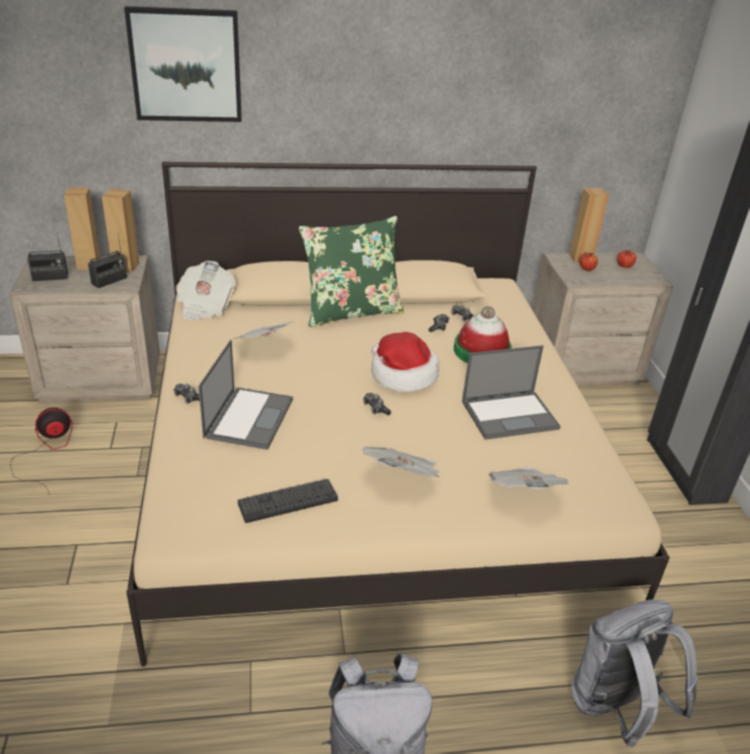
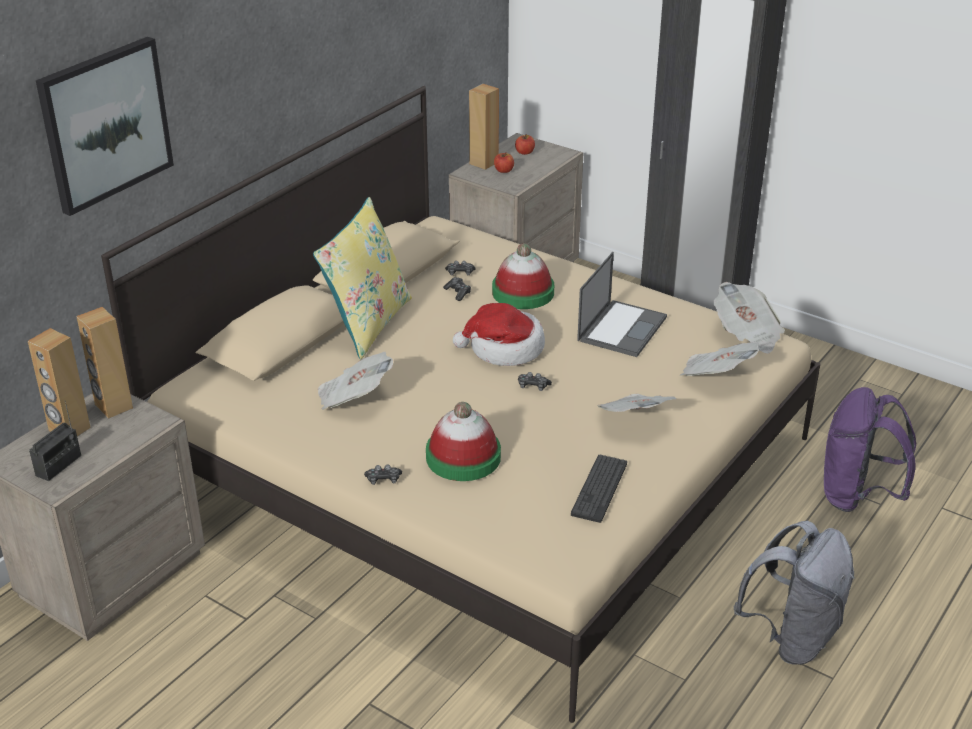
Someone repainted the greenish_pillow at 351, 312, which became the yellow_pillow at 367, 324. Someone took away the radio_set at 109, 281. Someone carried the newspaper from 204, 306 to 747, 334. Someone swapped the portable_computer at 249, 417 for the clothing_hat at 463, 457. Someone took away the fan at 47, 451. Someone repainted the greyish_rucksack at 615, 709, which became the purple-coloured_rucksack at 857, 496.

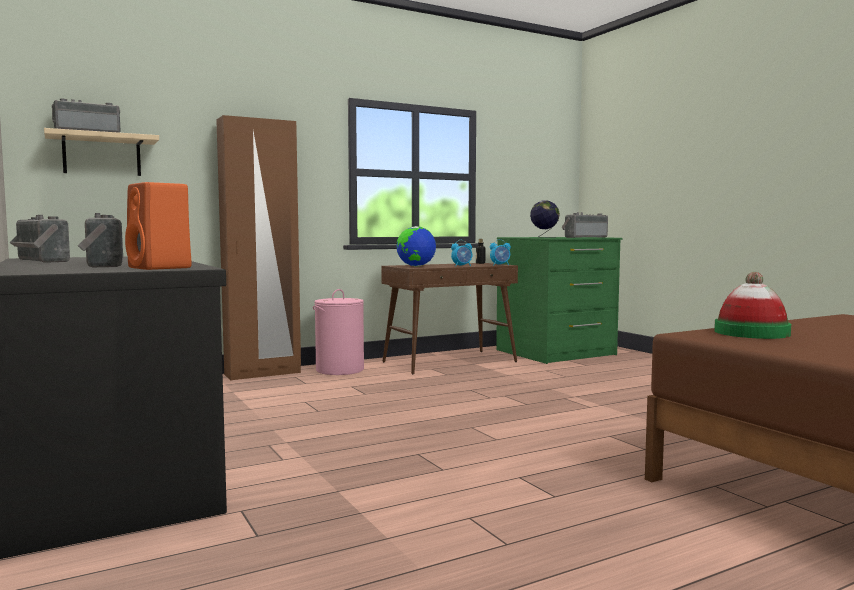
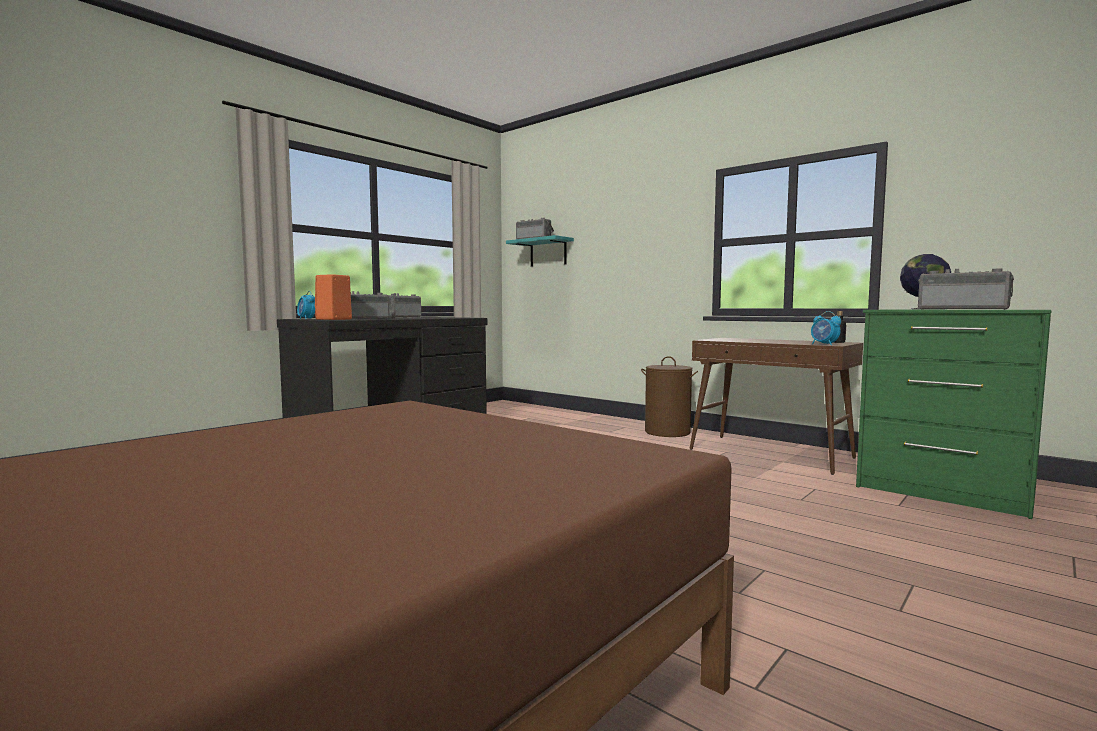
Someone took away the brownish_wardrobe at 263, 374. Someone repainted the beige-coloured_bracket_shelf at 102, 155, which became the blue-green_bracket_shelf at 548, 253. Someone took away the world_globe at 416, 266. Someone carried the table_clock from 462, 266 to 306, 319. Someone took away the clothing_hat at 751, 333. Someone repainted the pink_laundry_basket at 340, 370, which became the brownish_laundry_basket at 668, 432.

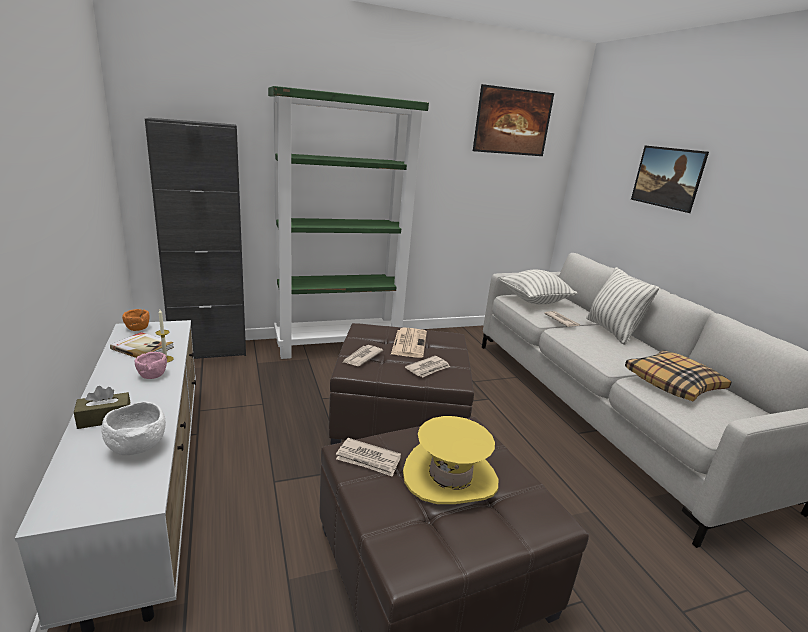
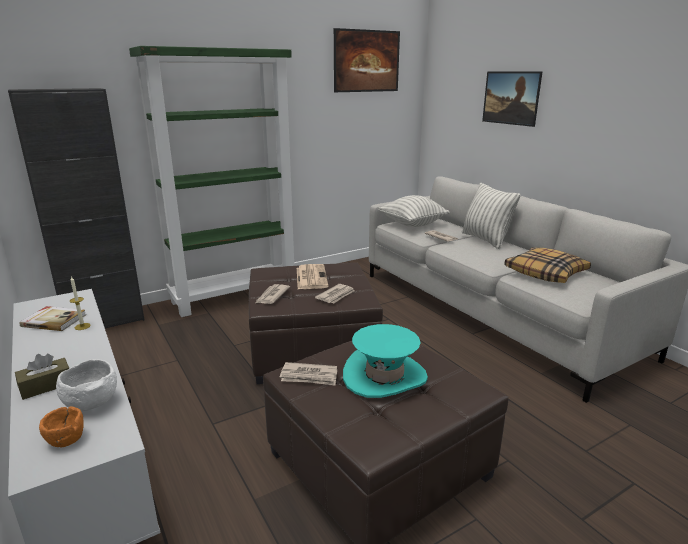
Someone carried the orange-coloured_bowl from 137, 328 to 66, 439. Someone took away the pink_bowl at 152, 375. Someone repainted the yellow_clothing_hat at 450, 477, which became the blue-green_clothing_hat at 384, 376.

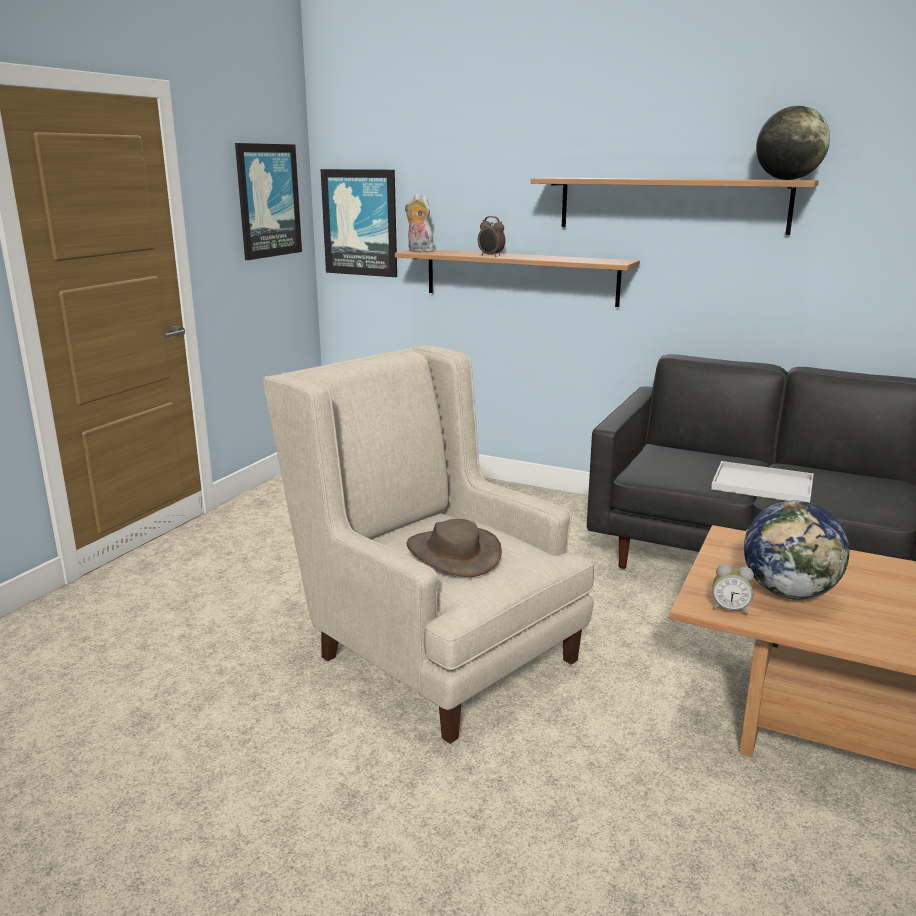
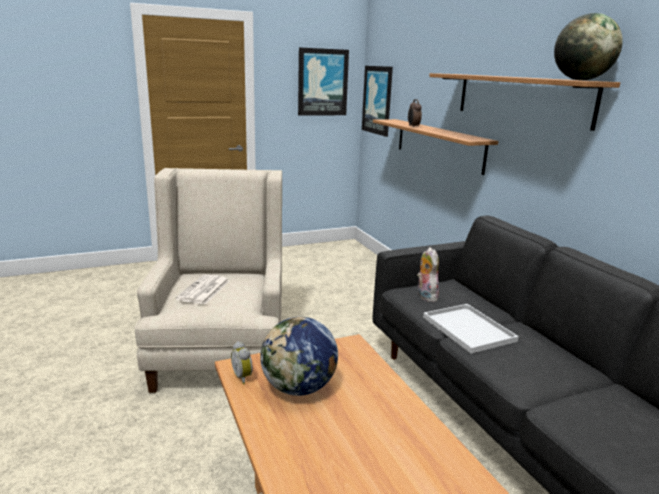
Someone carried the plush_toy from 418, 251 to 425, 296. Someone swapped the brownish_clothing_hat at 453, 553 for the newspaper at 204, 290.

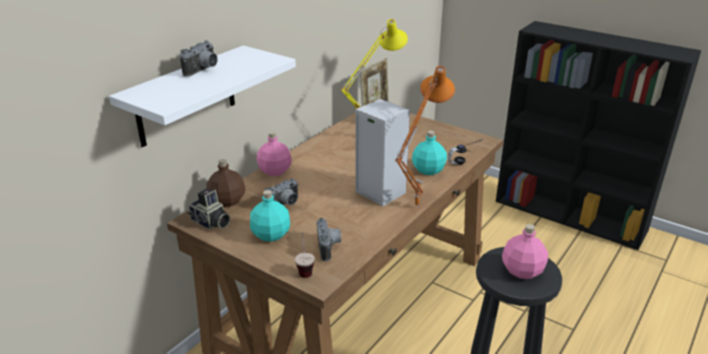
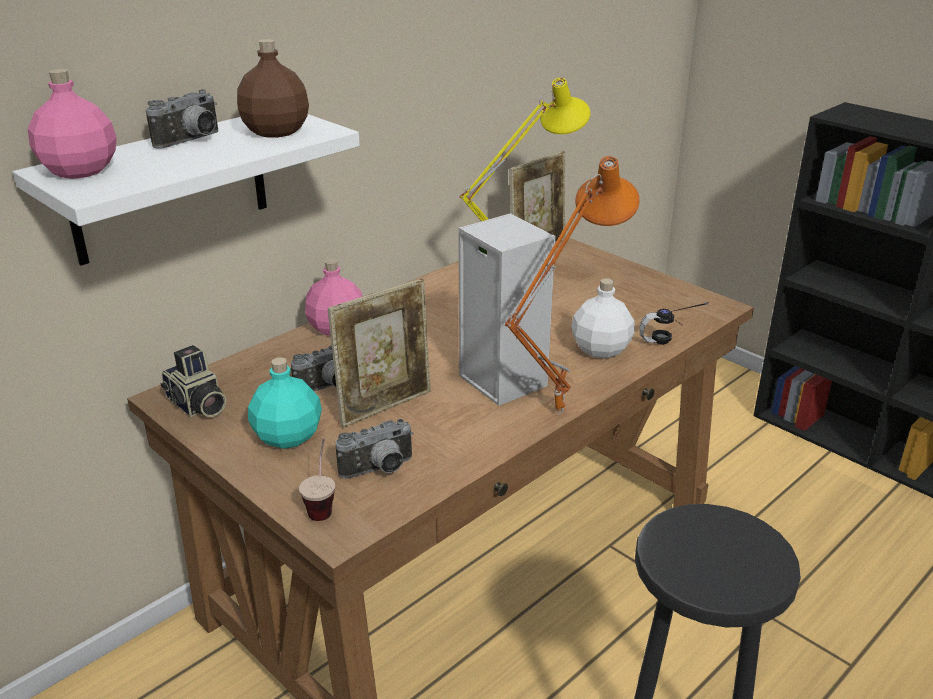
Someone repainted the blue-green_bottle at 428, 170, which became the white_bottle at 600, 349. Someone carried the brownish_bottle from 228, 201 to 277, 131. Someone rotated the still_camera at 329, 247 by 60 degrees clockwise. Someone carried the pink_bottle from 522, 270 to 81, 170. Someone put down the standing_frame at 385, 406.

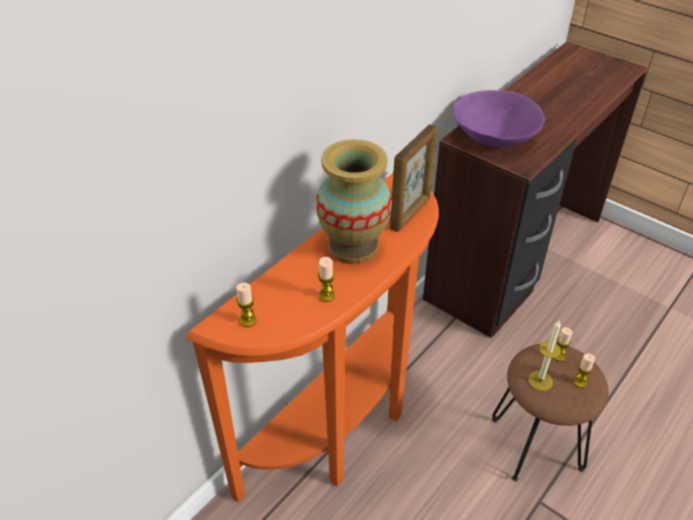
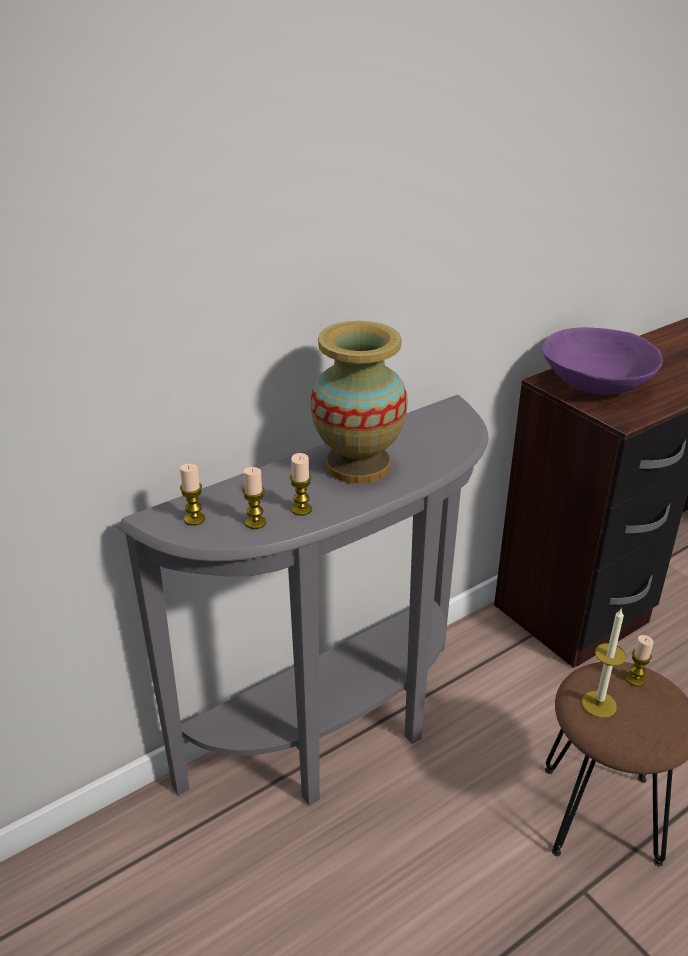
Someone took away the standing_frame at 411, 213. Someone repainted the orange-coloured_narrow_table at 343, 427, which became the greyish_narrow_table at 341, 736. Someone carried the wax_candle from 580, 382 to 255, 522.

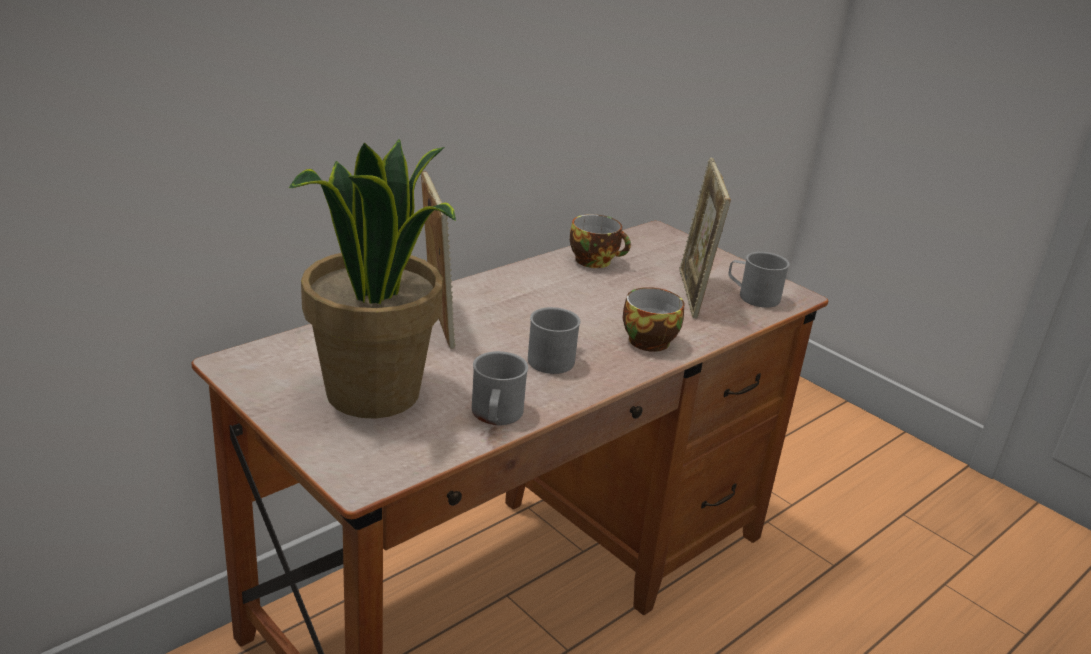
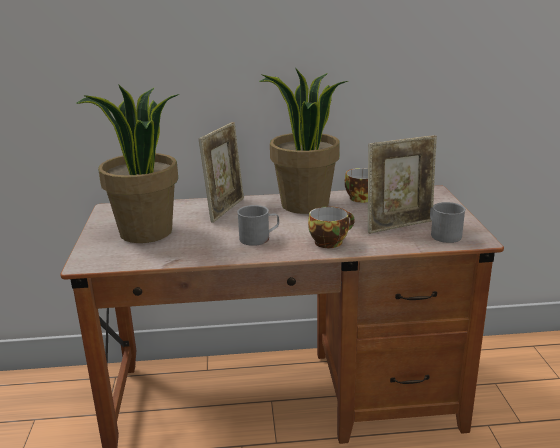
Someone rotated the standing_frame at 692, 294 by 150 degrees counterclockwise. Someone took away the greyish_mug at 496, 416. Someone put down the plant_in_a_pot at 304, 205.

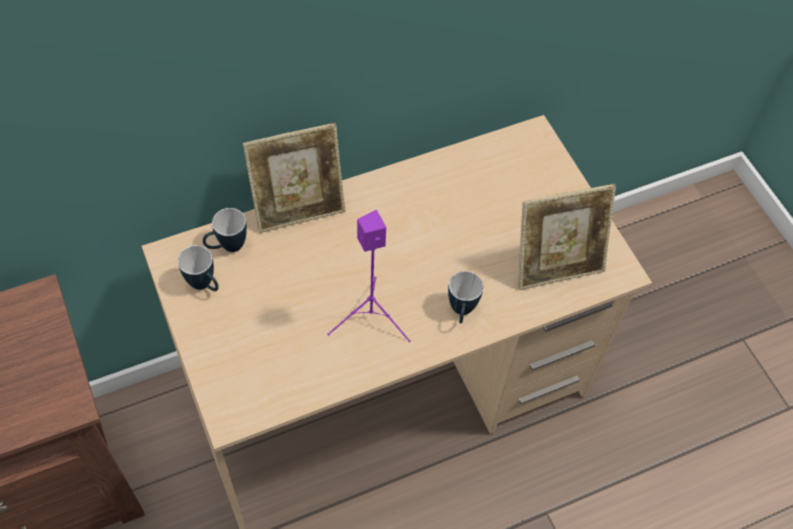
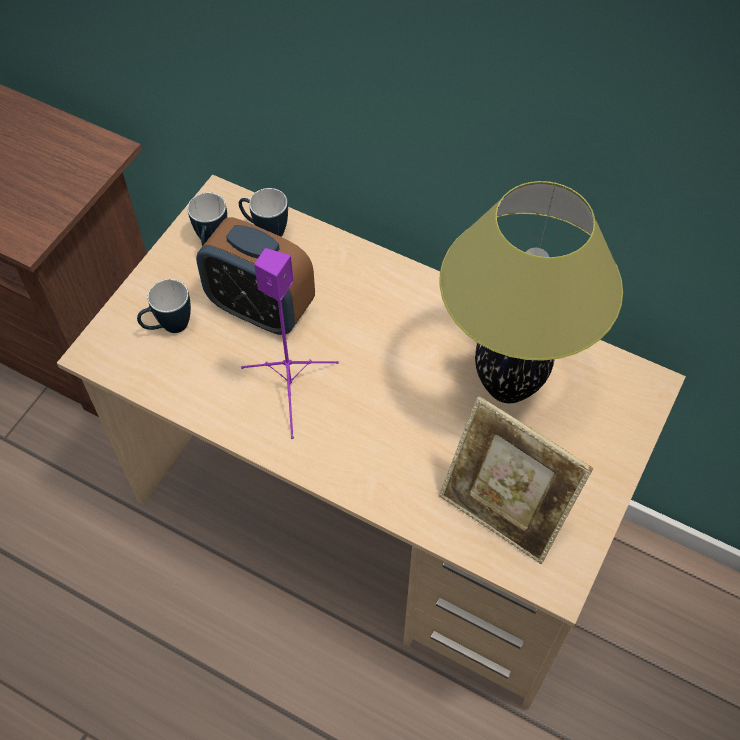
Someone took away the standing_frame at 298, 208. Someone carried the mug from 461, 312 to 169, 327. Someone put down the lamp_for_a_table at 509, 386. Someone put down the table_clock at 260, 309.

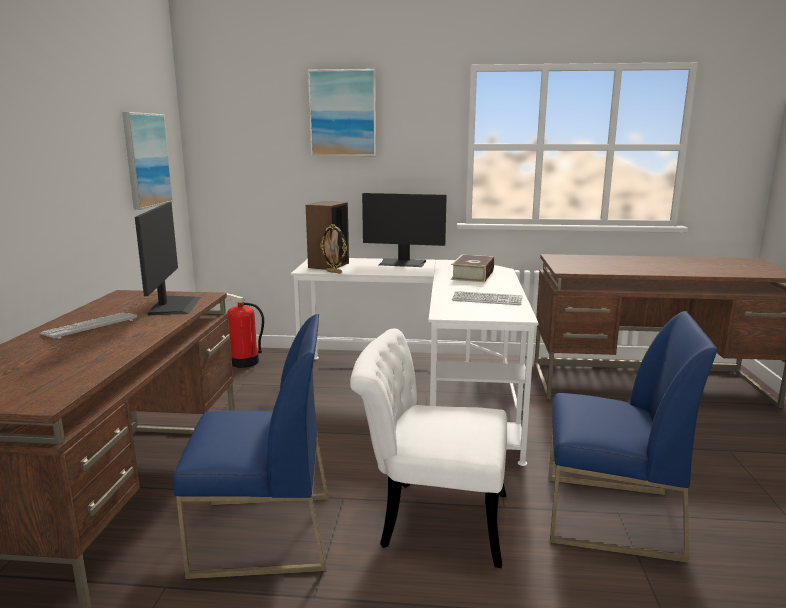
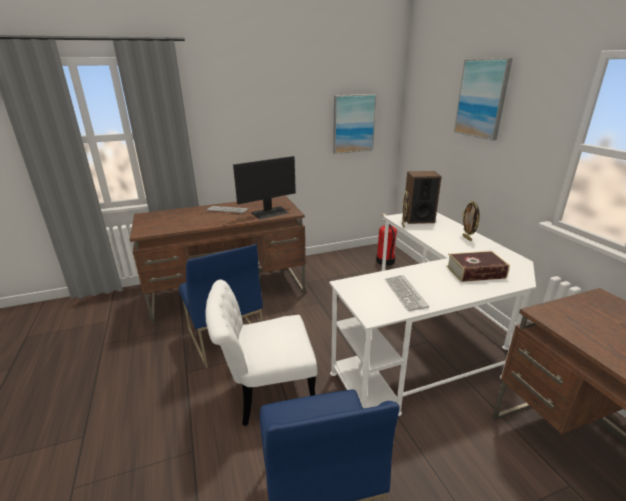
Someone swapped the monitor at 402, 263 for the standing_frame at 467, 238. Someone rotated the white_plain_chair at 430, 518 by 90 degrees counterclockwise.

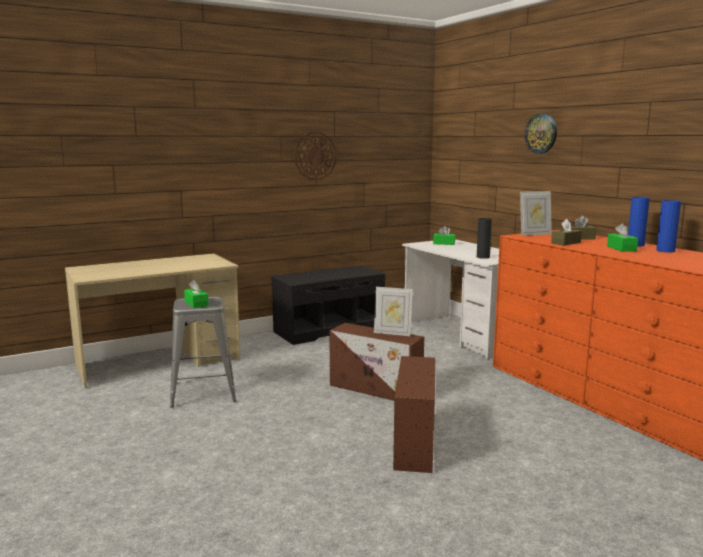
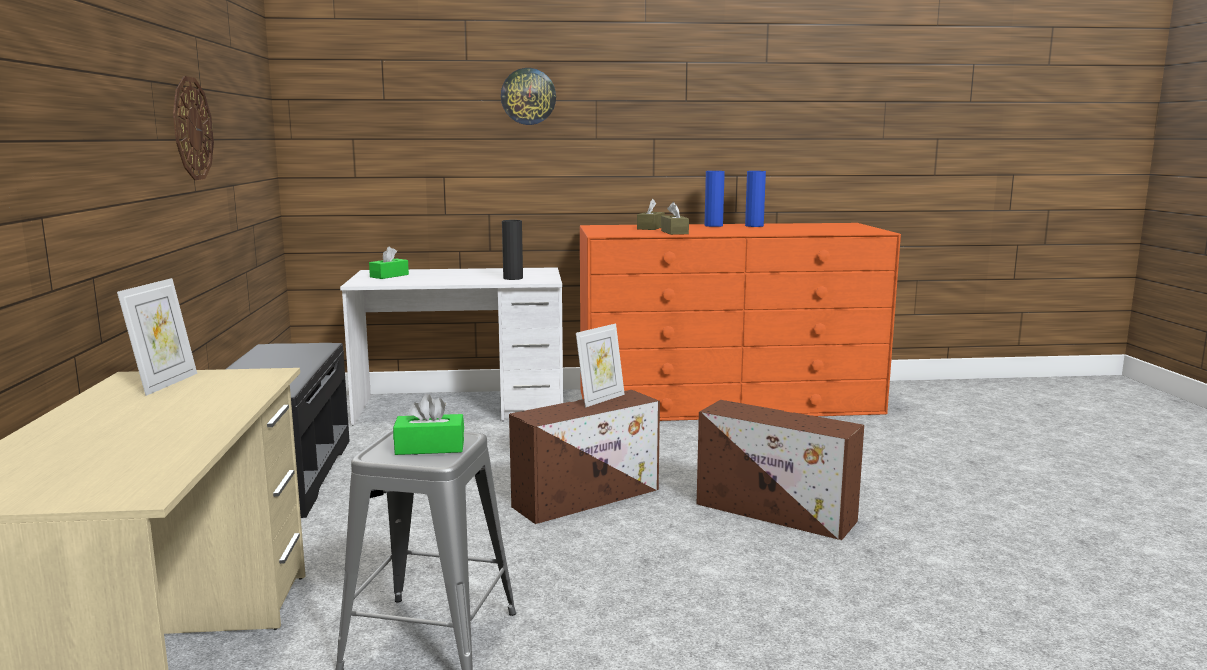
Someone carried the standing_frame from 534, 234 to 165, 383. Someone took away the greenish_tissue_box at 621, 248.

